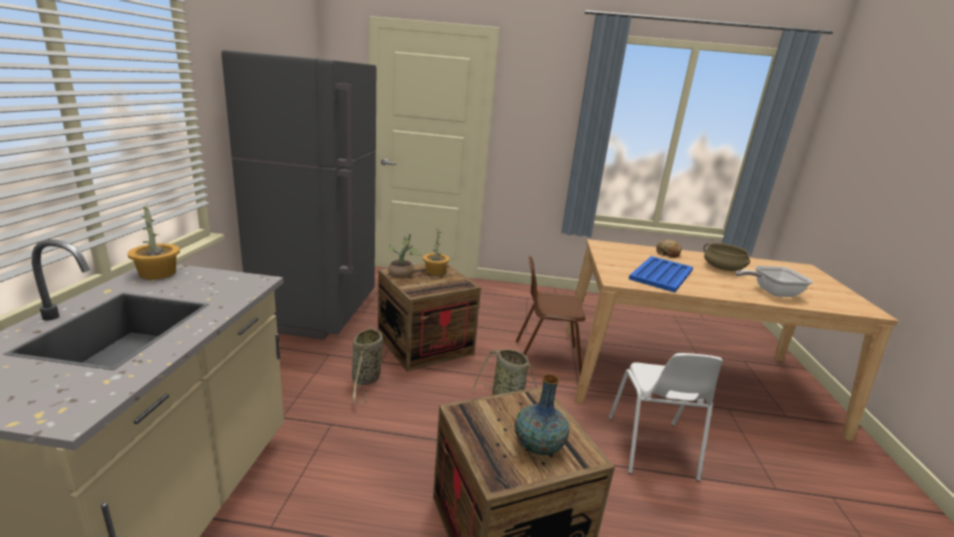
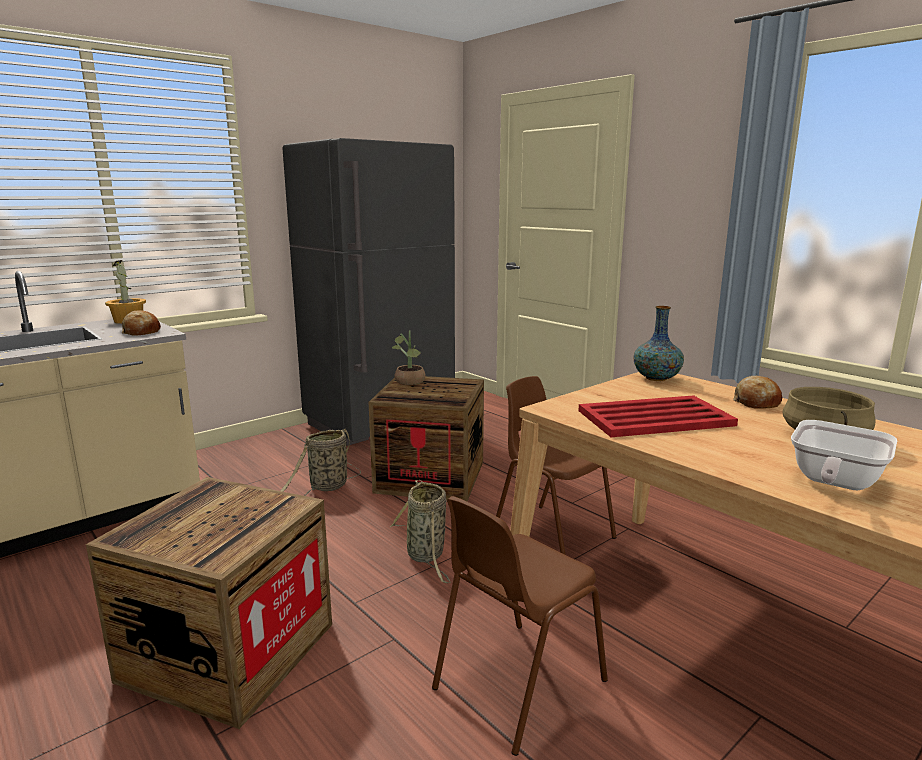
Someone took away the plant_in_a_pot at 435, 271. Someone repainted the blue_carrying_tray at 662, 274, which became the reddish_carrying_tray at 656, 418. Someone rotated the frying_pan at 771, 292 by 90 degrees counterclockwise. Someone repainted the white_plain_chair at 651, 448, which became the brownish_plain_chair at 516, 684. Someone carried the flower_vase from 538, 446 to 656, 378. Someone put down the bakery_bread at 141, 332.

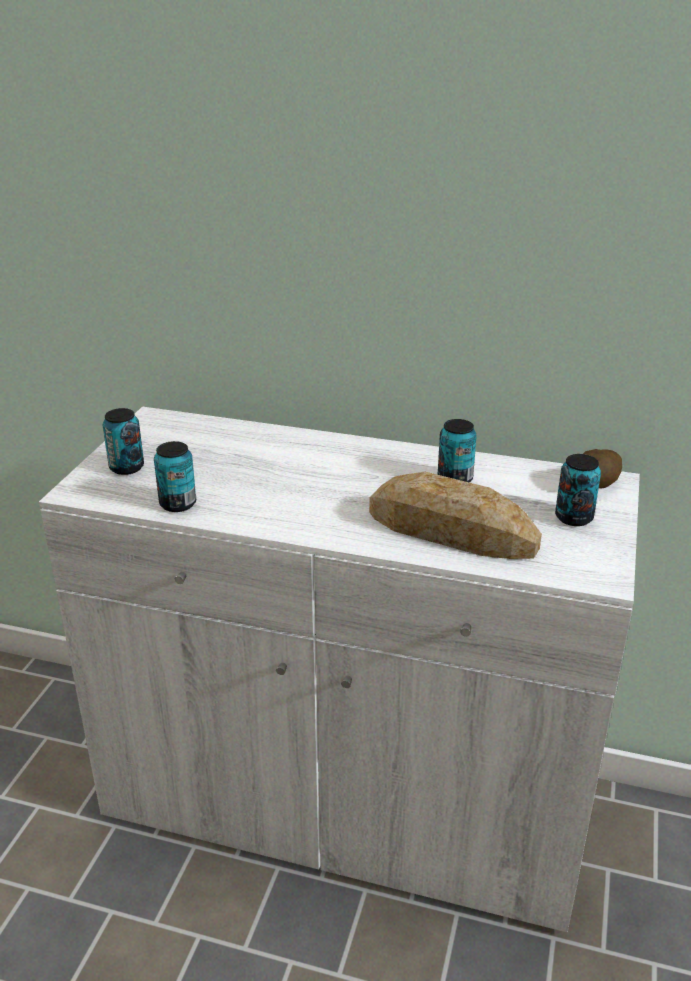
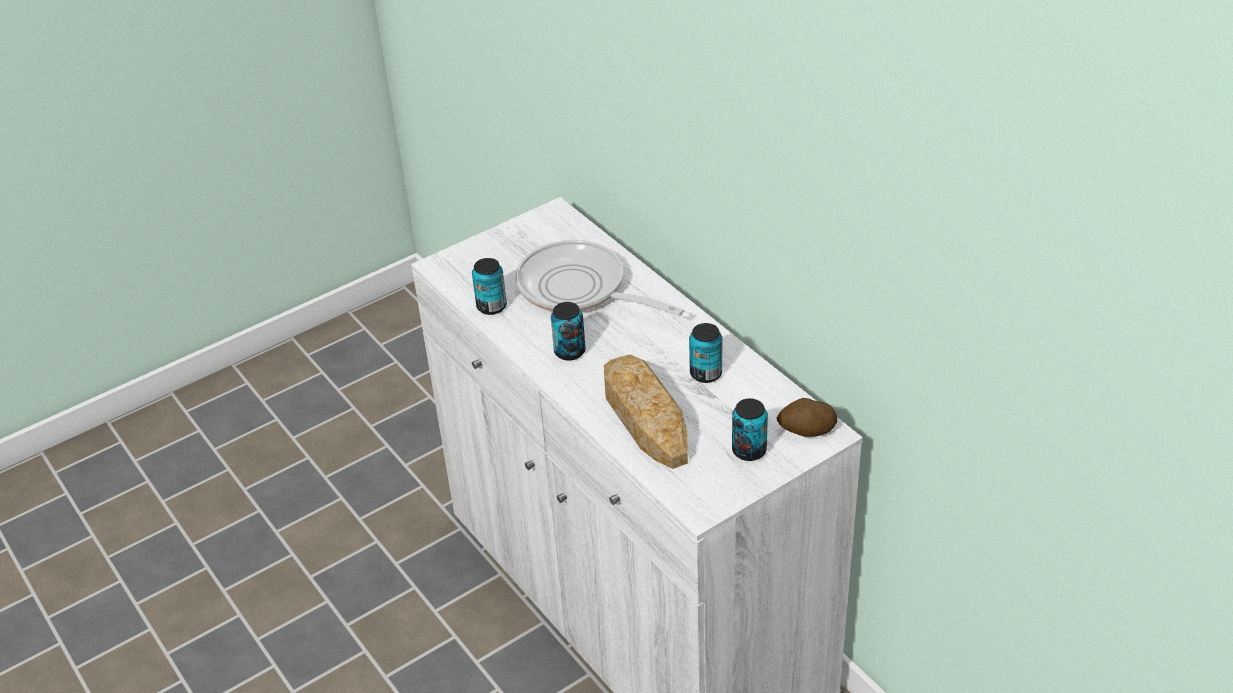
Someone carried the can from 126, 467 to 569, 351. Someone put down the frying_pan at 579, 289.

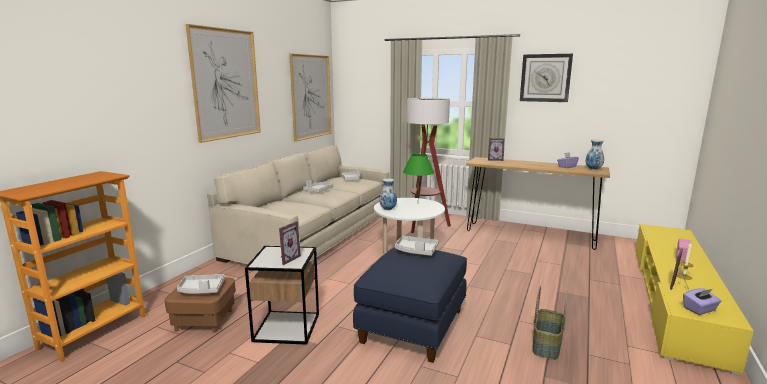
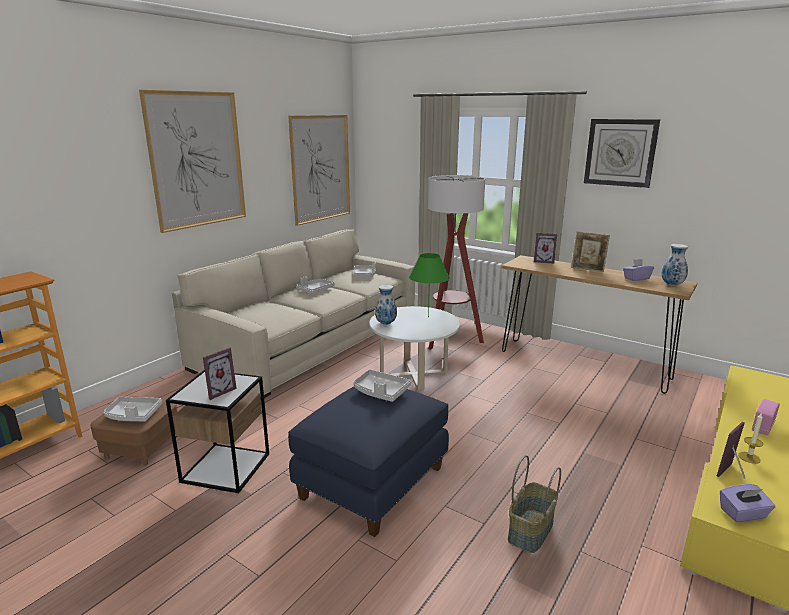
Someone put down the standing_frame at 587, 269.

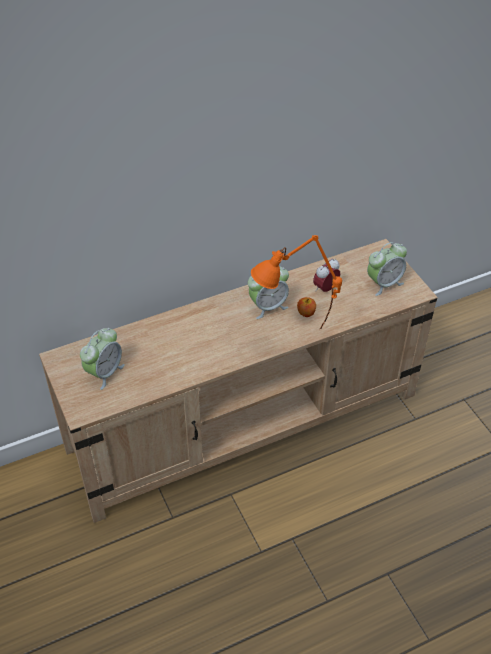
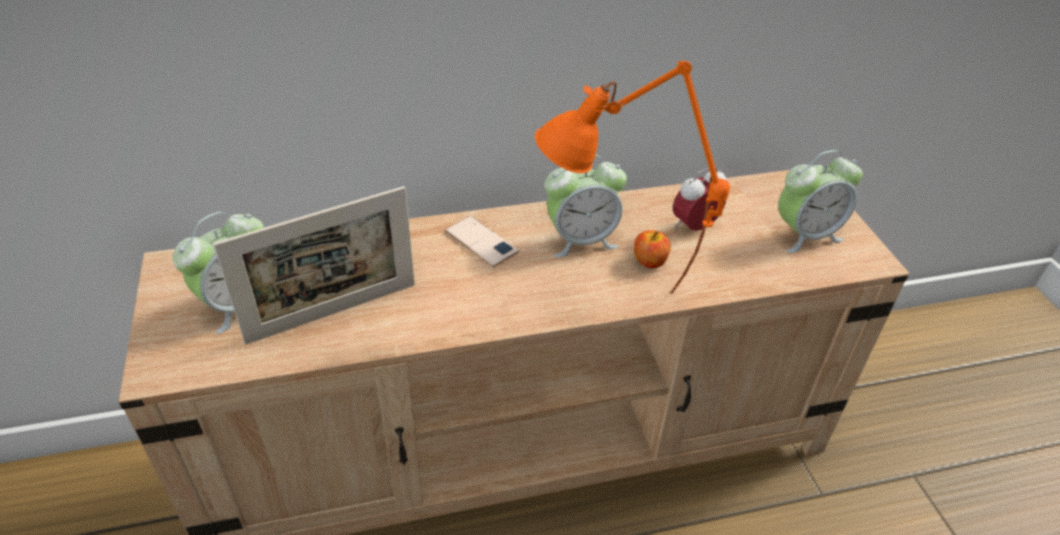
Someone put down the standing_frame at 333, 313. Someone put down the handset at 481, 242.

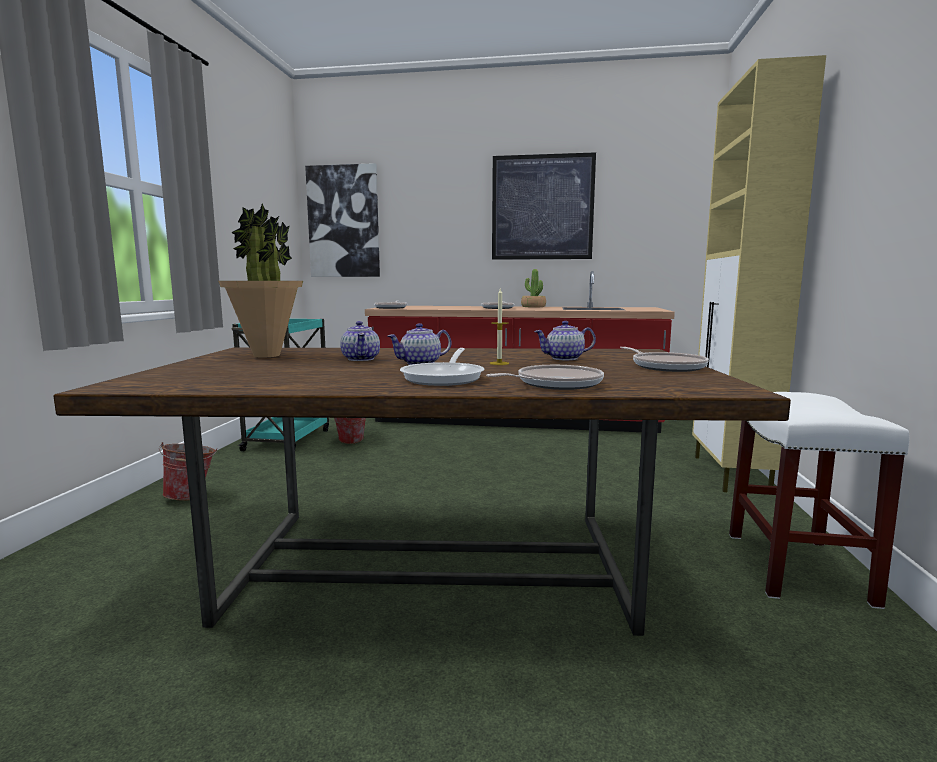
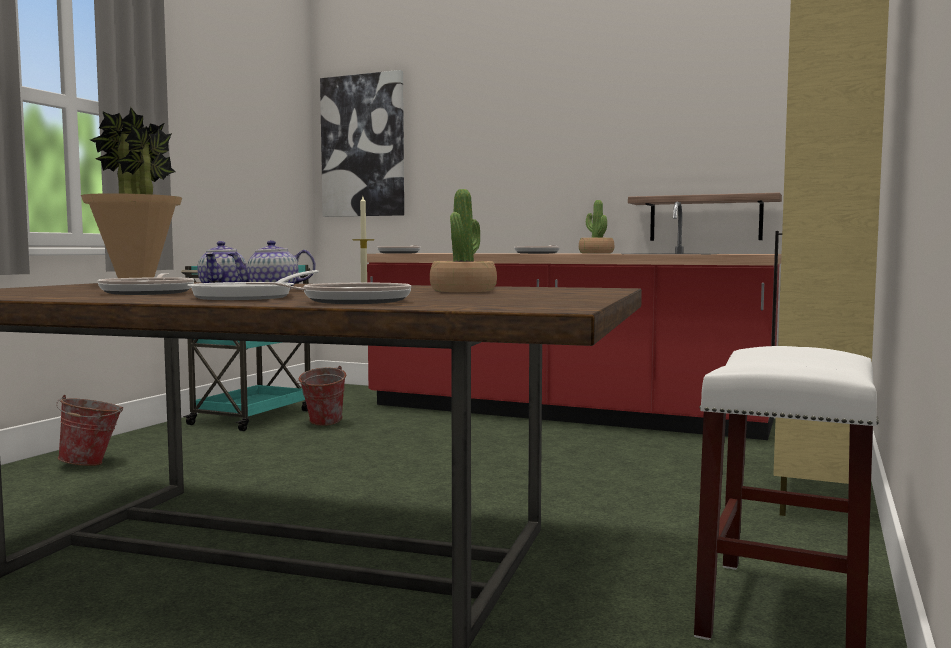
Someone took away the picture at 542, 207. Someone swapped the teapot at 564, 358 for the plant_in_a_pot at 463, 290. Someone carried the frying_pan from 666, 367 to 149, 293. Someone put up the bracket_shelf at 705, 218.

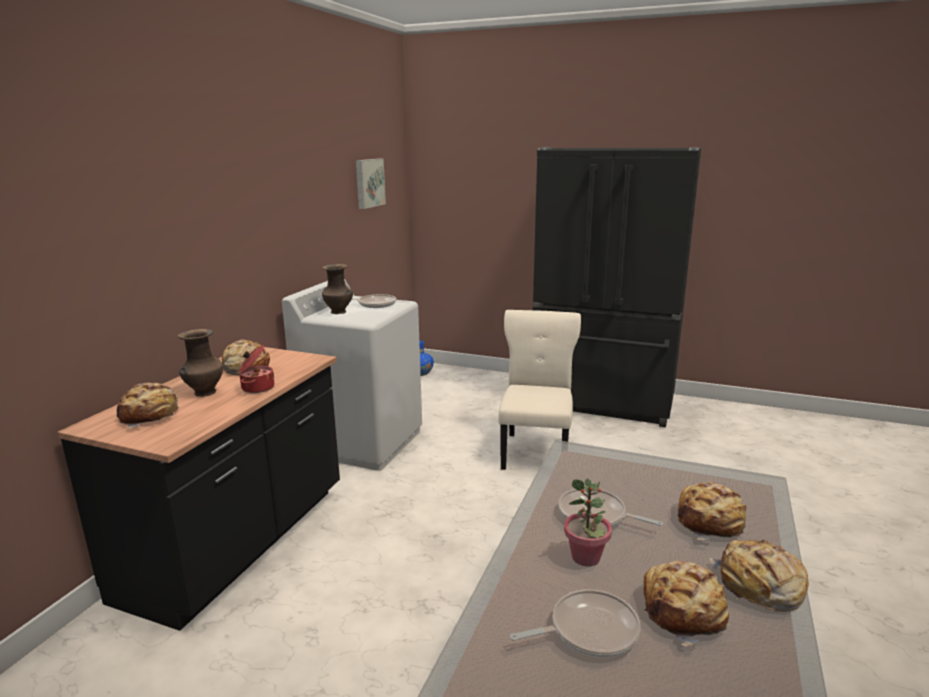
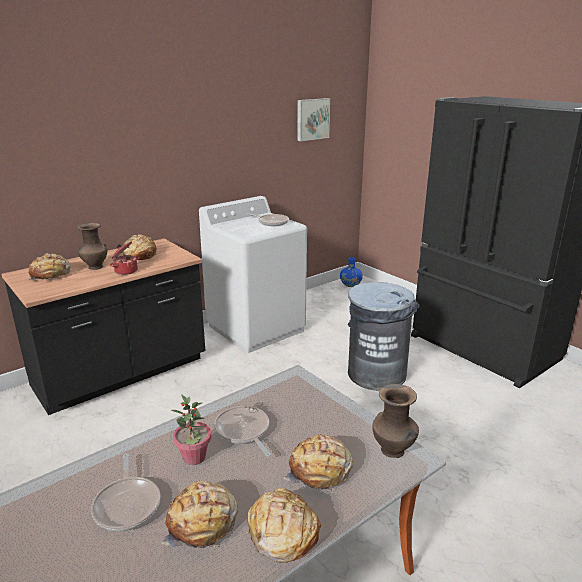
Someone carried the brownish_flower_vase from 339, 312 to 393, 451. Someone swapped the beige-coloured_plain_chair at 536, 451 for the greyish_waste_bin at 376, 374. Someone rotated the frying_pan at 588, 630 by 60 degrees clockwise.

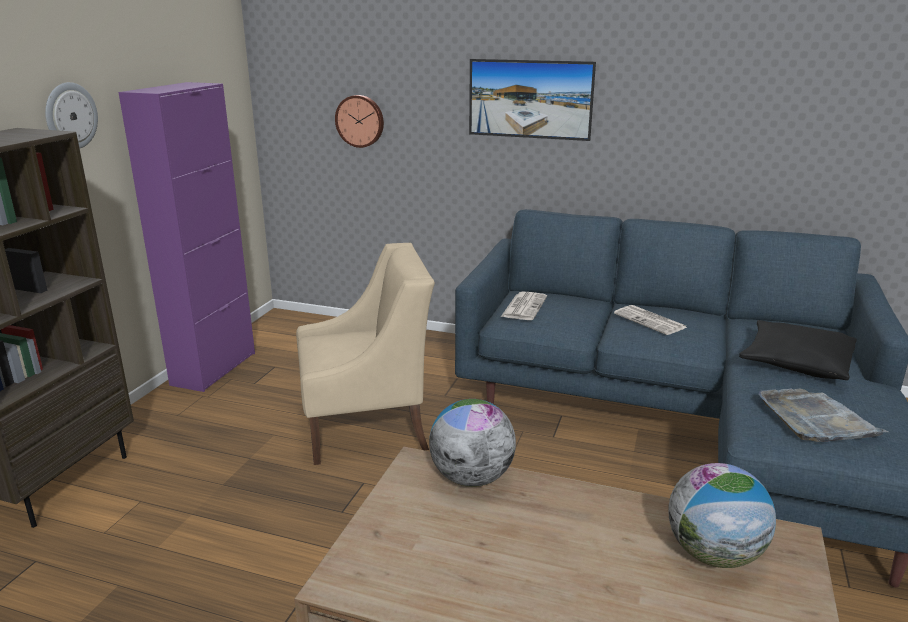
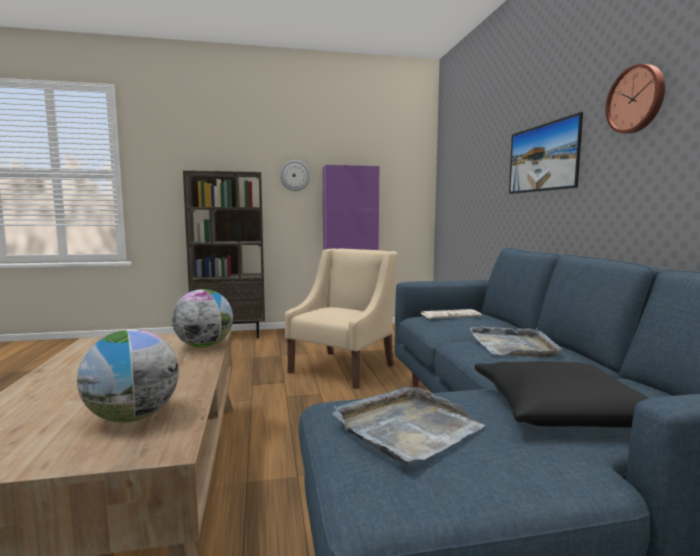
Someone carried the wall_clock from 360, 121 to 636, 99. Someone rotated the beige-coloured_armchair at 367, 425 by 105 degrees counterclockwise. Someone swapped the newspaper at 651, 321 for the greyish_carrying_tray at 513, 345.

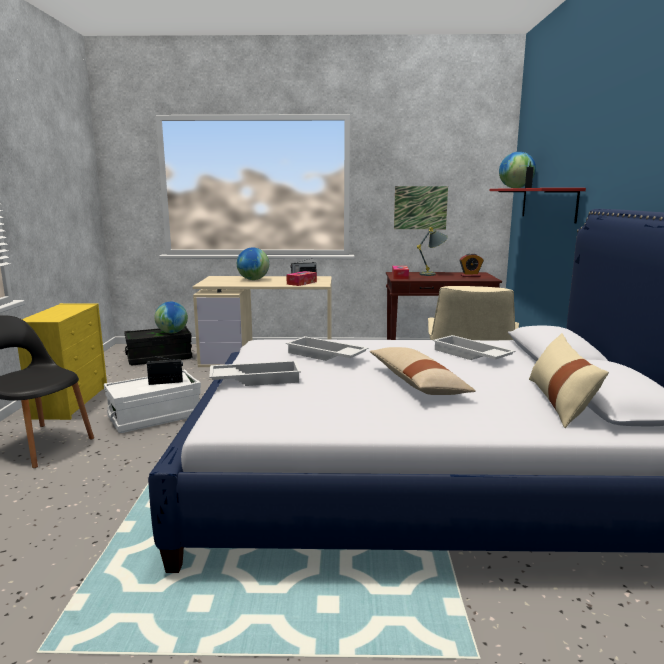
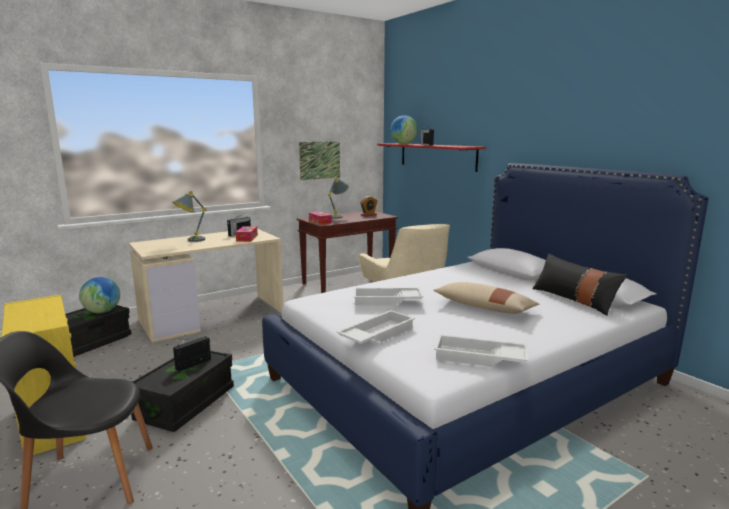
Someone swapped the world_globe at 253, 279 for the greyish_lamp_for_a_table at 190, 241. Someone repainted the beige-coloured_pillow at 560, 401, which became the black-coloured_pillow at 573, 299. Someone carried the white_carrying_tray from 470, 355 to 479, 358. Someone repainted the white_storage_box at 155, 416, which became the black-coloured_storage_box at 186, 404.

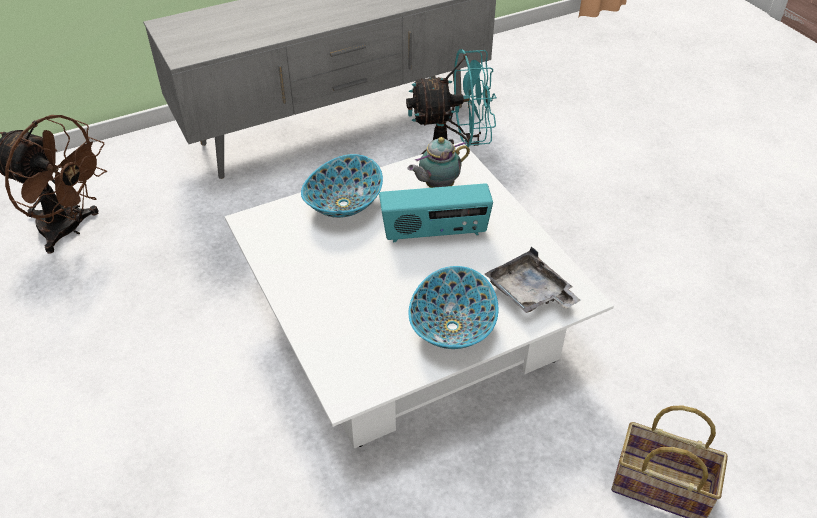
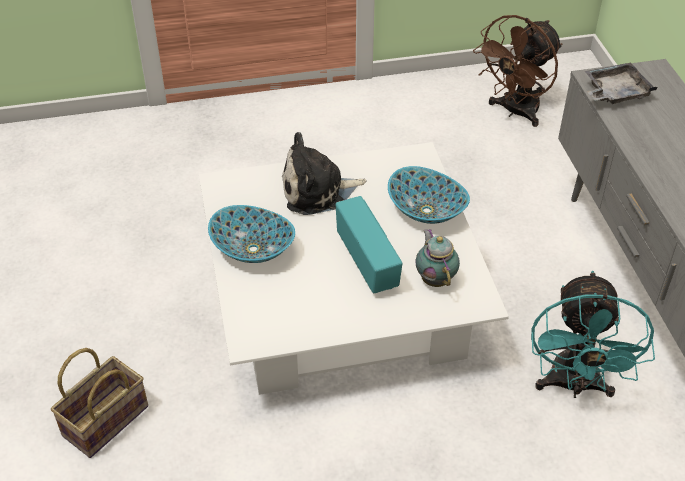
Someone rotated the radio_set at 434, 233 by 150 degrees clockwise. Someone carried the greyish_carrying_tray from 529, 293 to 615, 92. Someone put down the plush_toy at 318, 191.

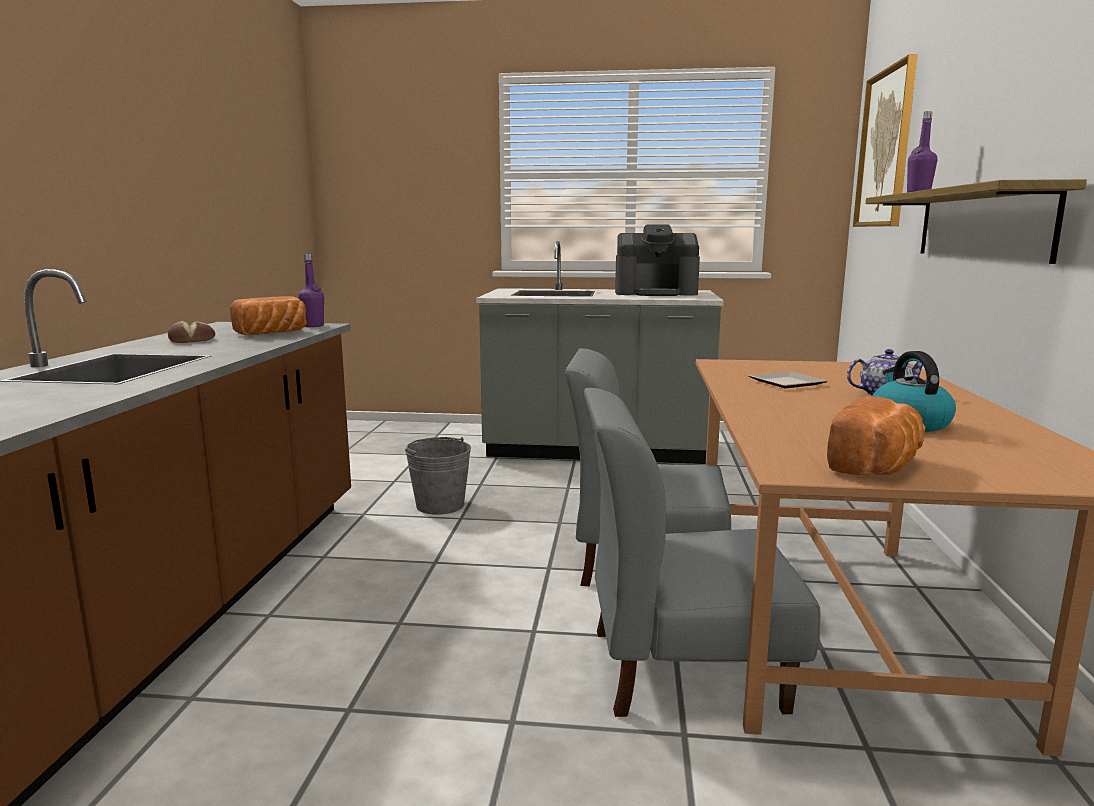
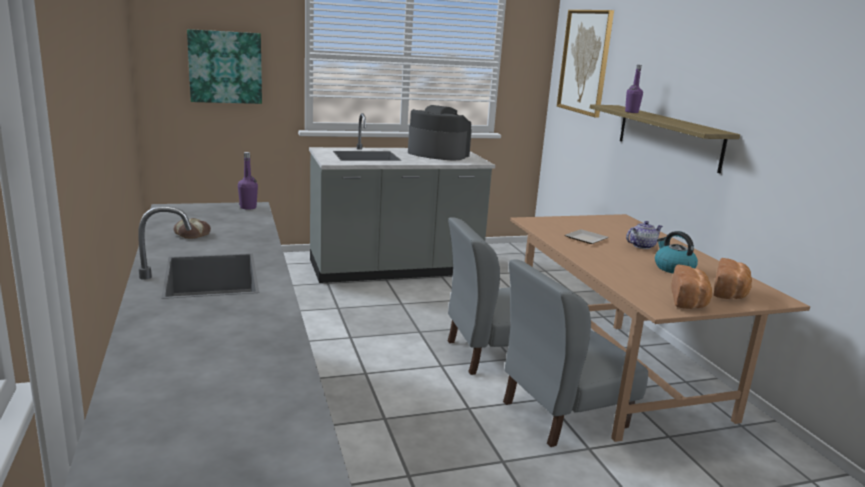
Someone rotated the coffee_maker at 656, 293 by 135 degrees counterclockwise. Someone carried the bakery_bread from 273, 334 to 730, 293. Someone took away the greyish_water_bucket at 440, 505. Someone put up the picture at 225, 67.

